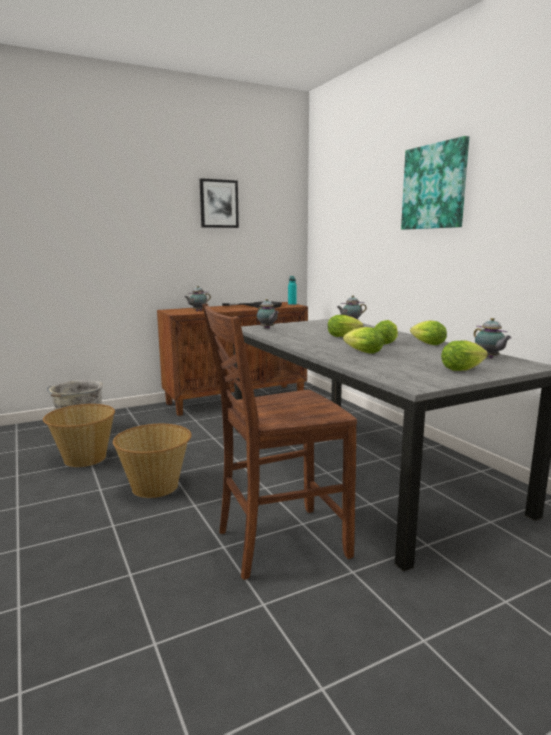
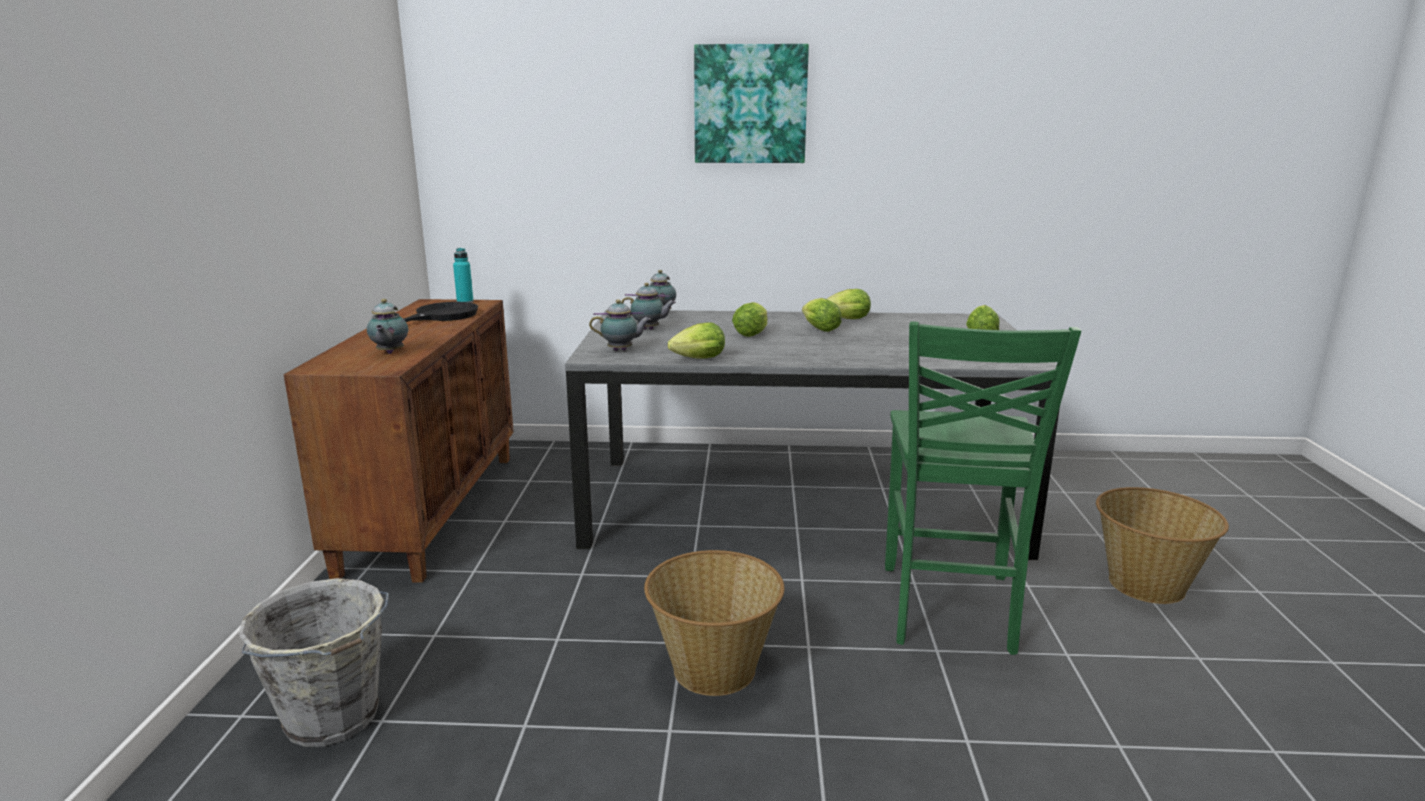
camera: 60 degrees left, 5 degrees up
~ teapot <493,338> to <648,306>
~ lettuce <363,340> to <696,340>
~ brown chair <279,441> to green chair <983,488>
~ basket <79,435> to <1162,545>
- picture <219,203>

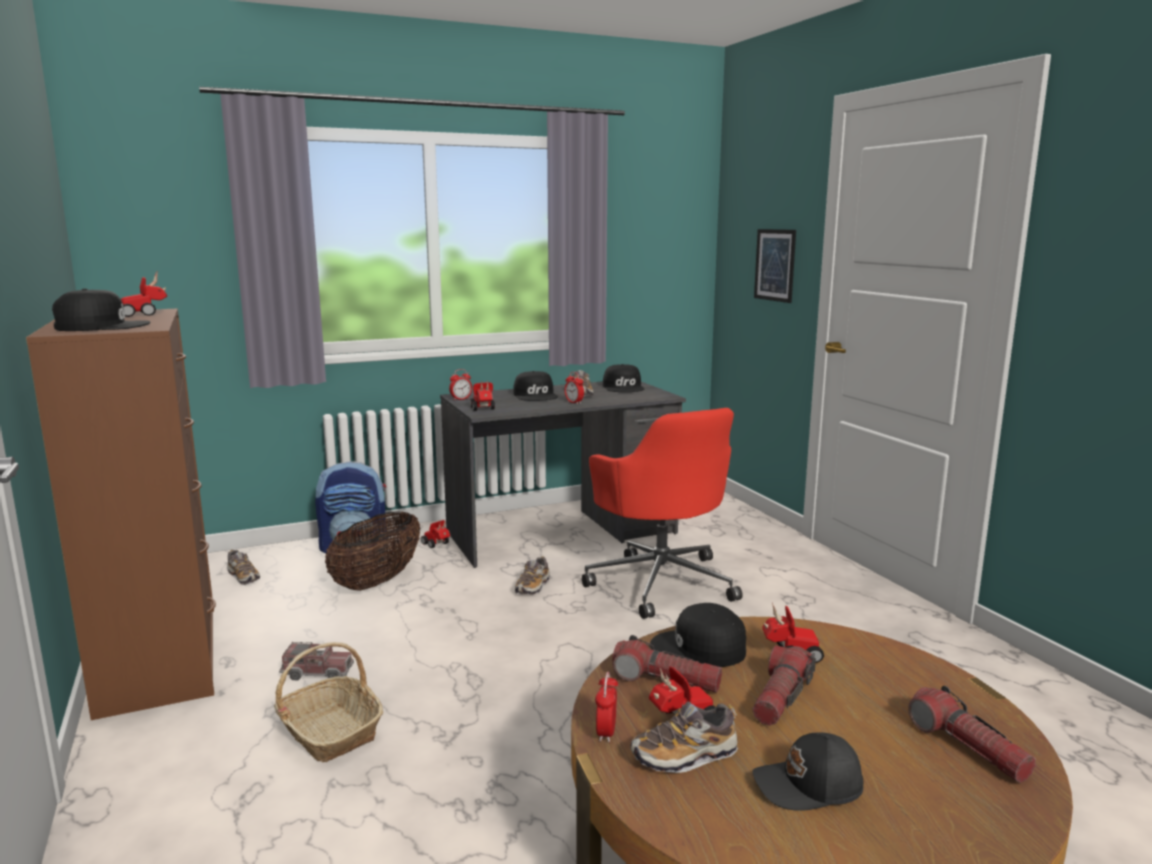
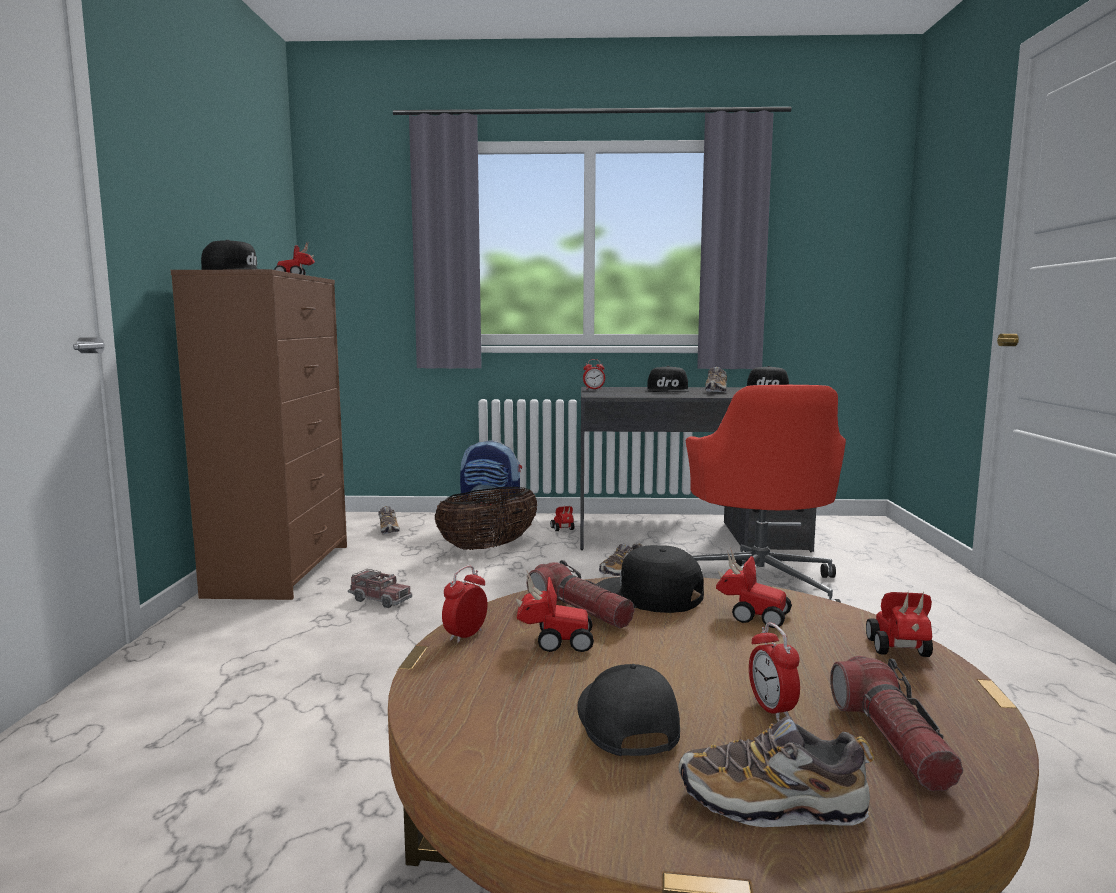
camera: 25 degrees right, 5 degrees down
~ black cap <808,771> = <628,710> 60 degrees clockwise
~ shoe <684,737> to <776,771>
~ alarm clock <574,388> to <774,672>
~ toy car <482,396> to <899,624>
- basket <328,702>
- flashlight <784,685>
- picture <775,266>

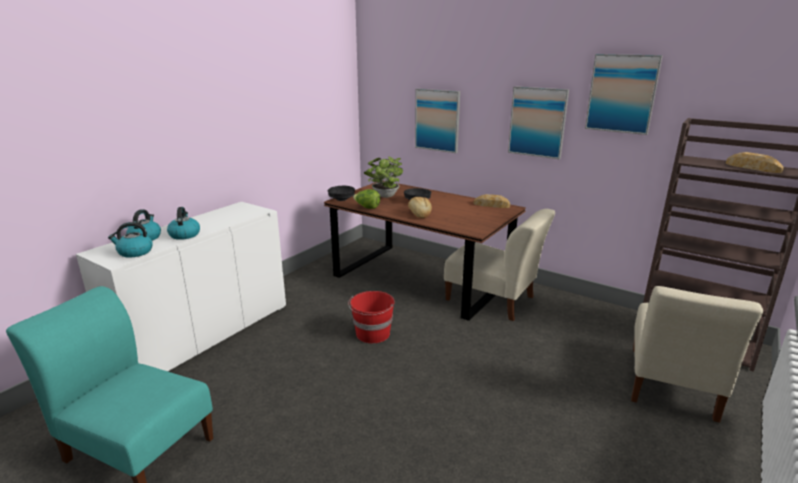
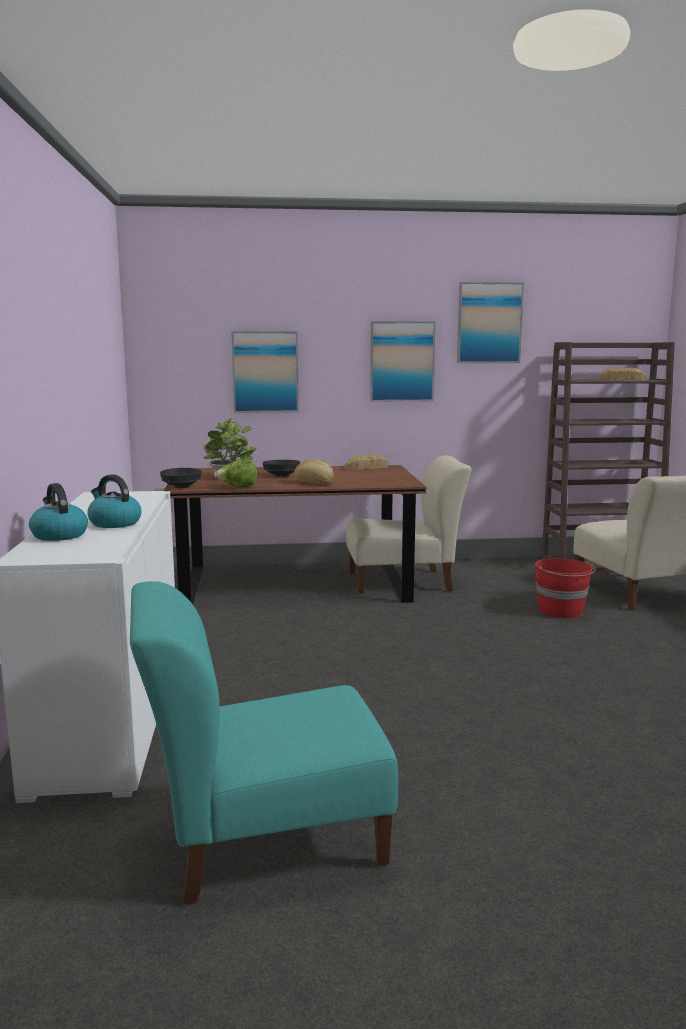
camera: 40 degrees left, 10 degrees down
~ red bucket <371,317> to <565,588>
- kettle <130,240>

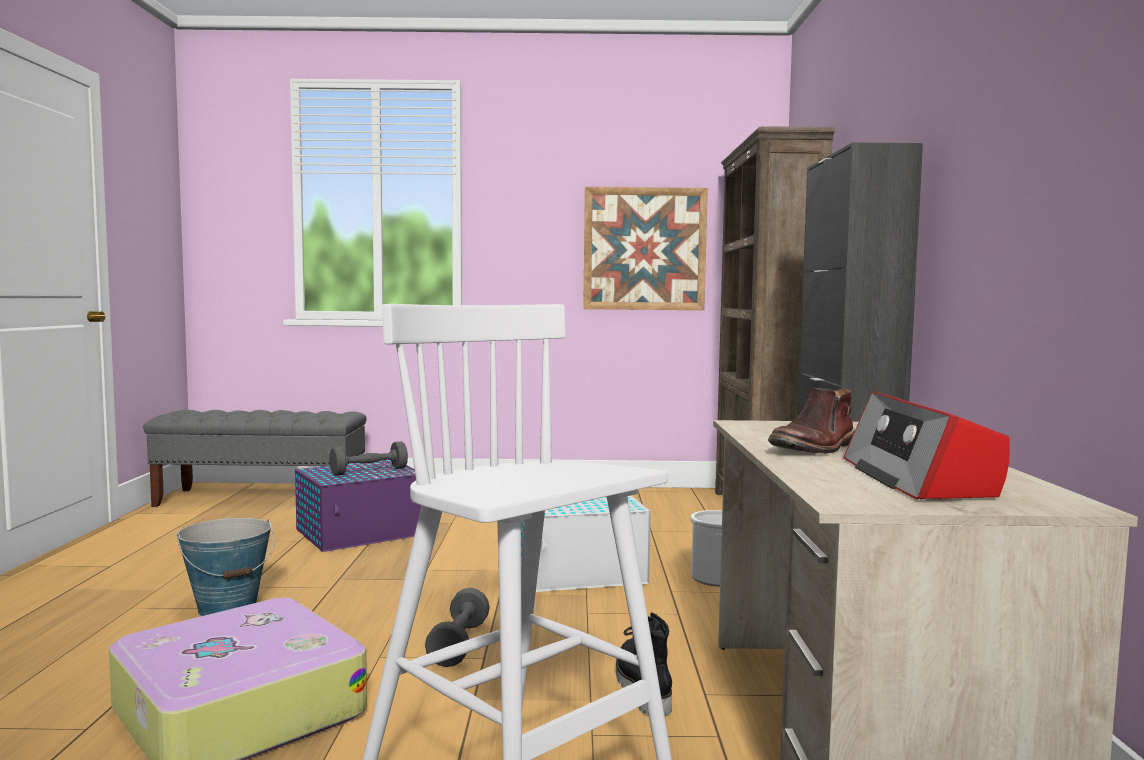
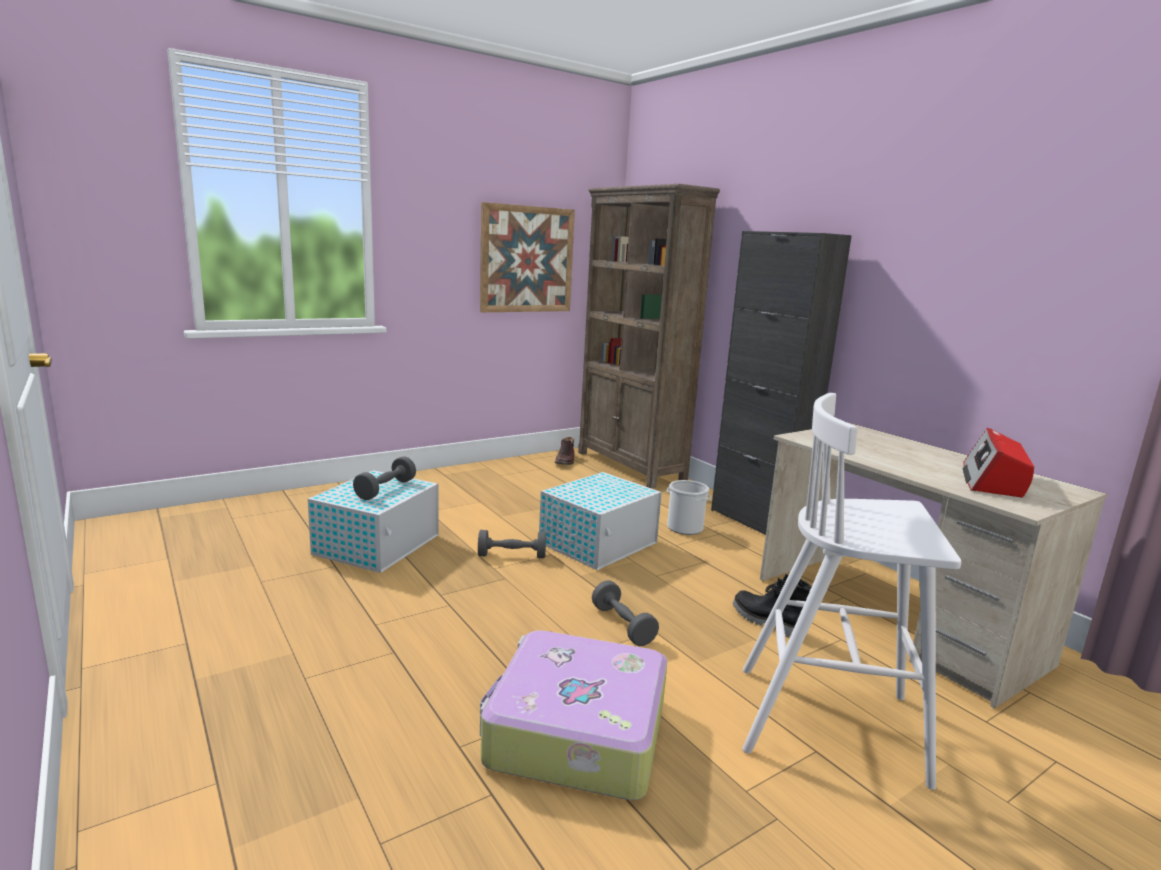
camera: 35 degrees left, 10 degrees up
~ purple storage box <358,505> to white storage box <373,521>
+ grey dumbbell <512,544>
~ brown boot <811,421> to <565,451>
~ radio <927,445> = <998,463> 60 degrees clockwise
- grey bench <254,458>
- bucket <226,567>

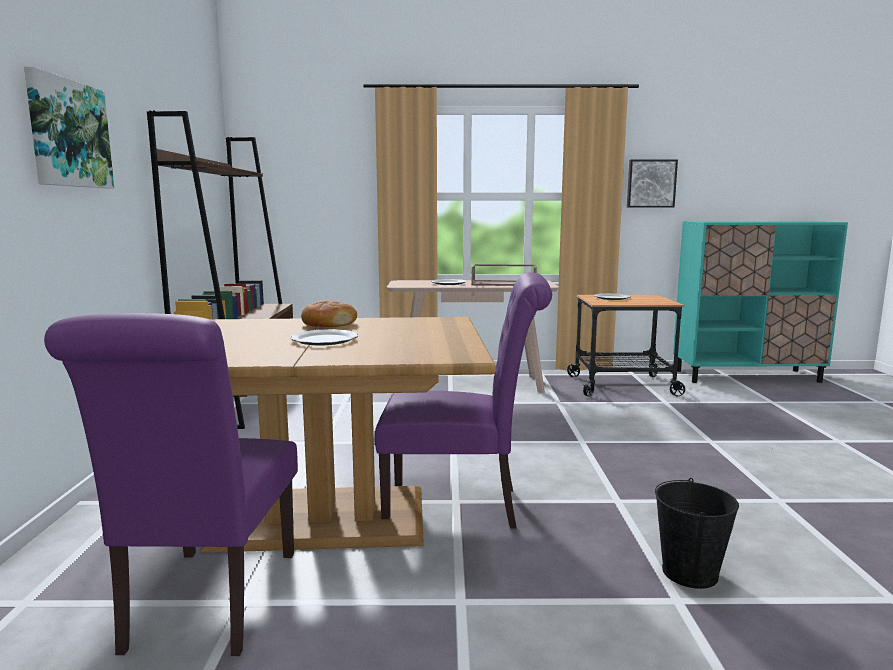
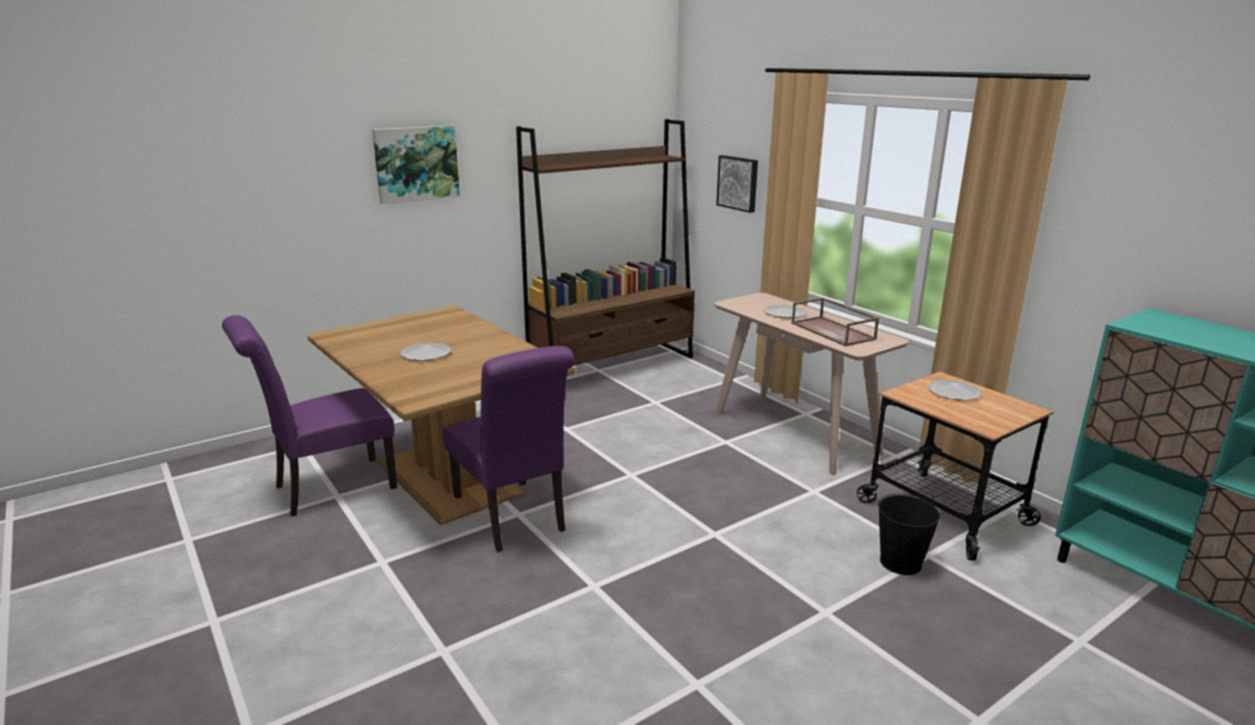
camera: 55 degrees right, 10 degrees up
~ picture <652,183> to <737,184>
~ black bucket <697,533> to <909,534>
- bread <329,313>

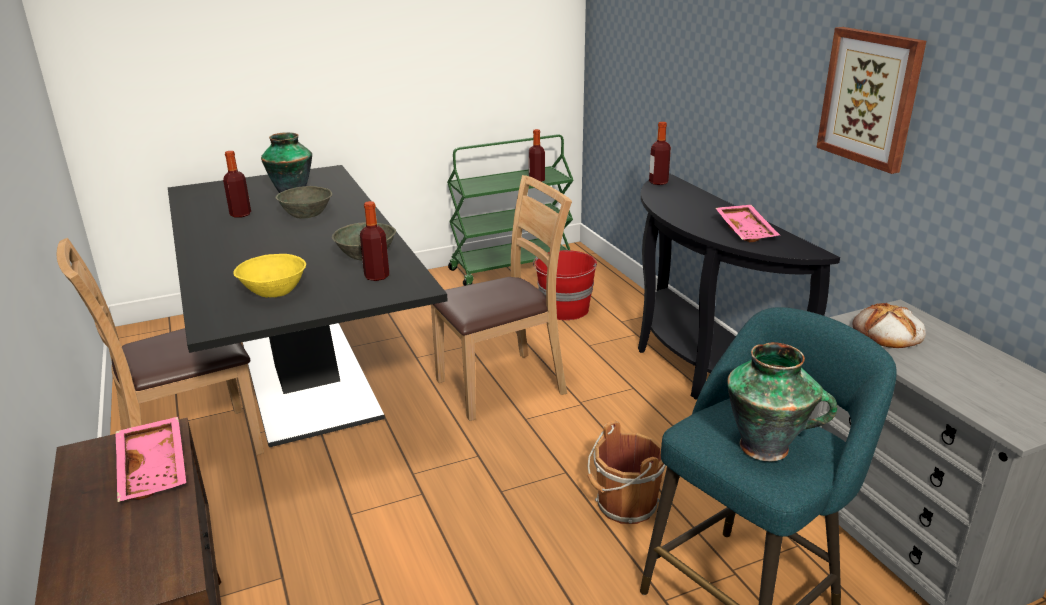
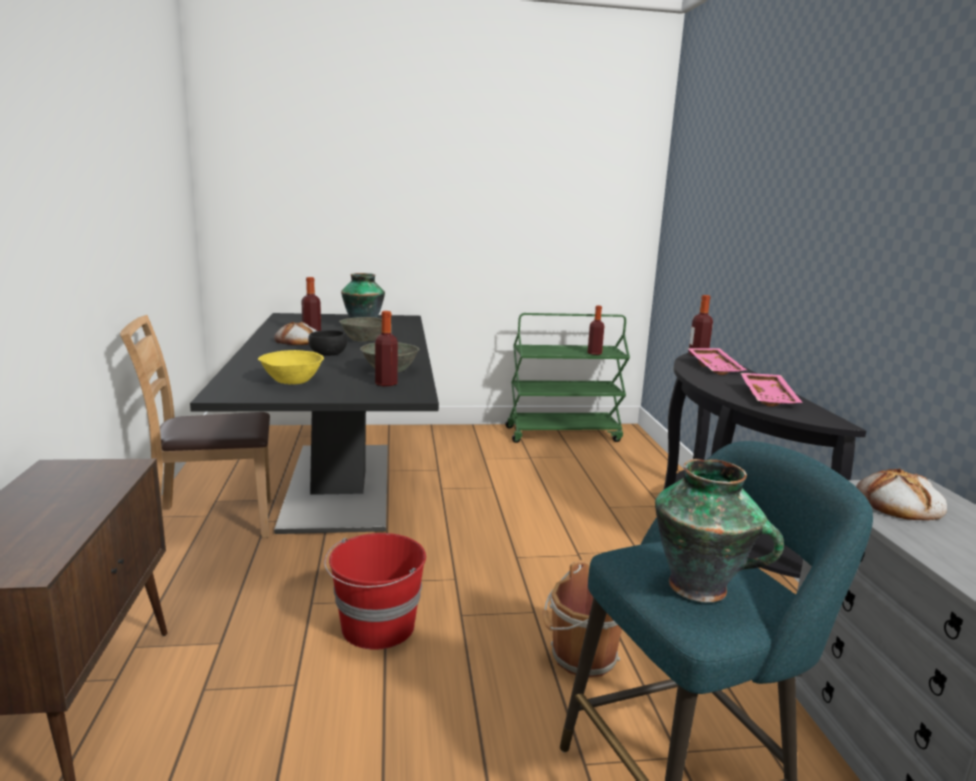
camera: 15 degrees right, 10 degrees down
+ bread <295,333>
+ black bowl <327,343>
~ red bucket <565,285> to <375,591>
~ pink tray <150,459> to <717,361>
- brown chair <501,298>
- picture <871,100>

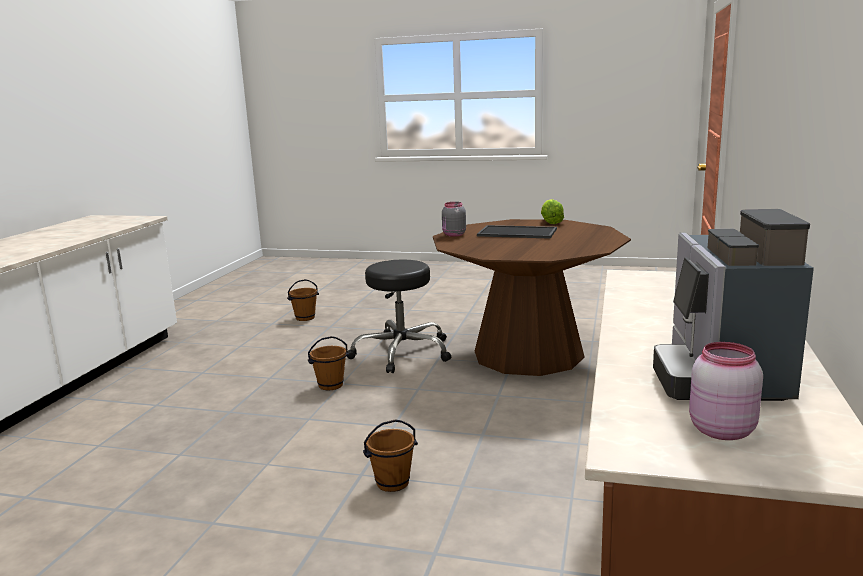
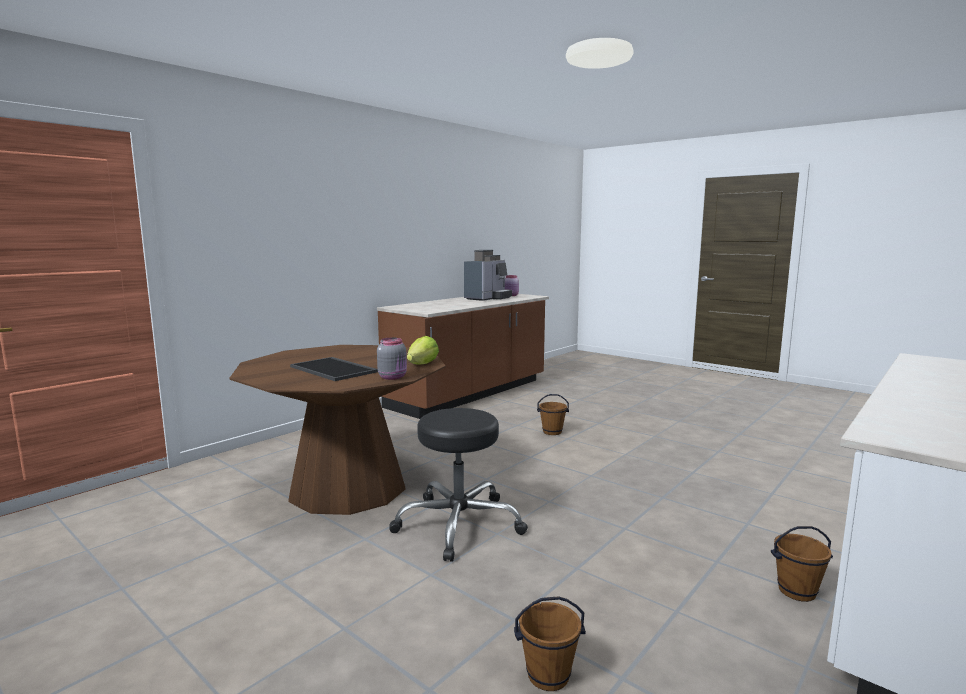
camera: 155 degrees left, 5 degrees down
~ lettuce <552,211> to <423,350>
~ brown bucket <328,363> to <802,564>

